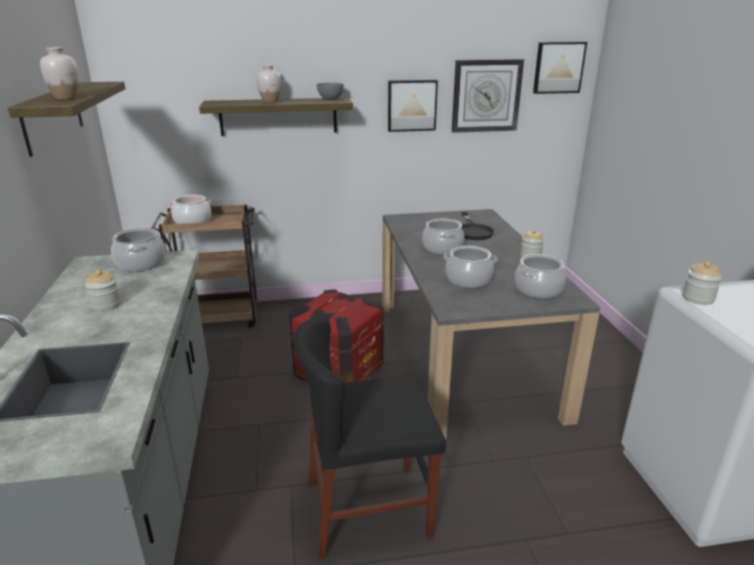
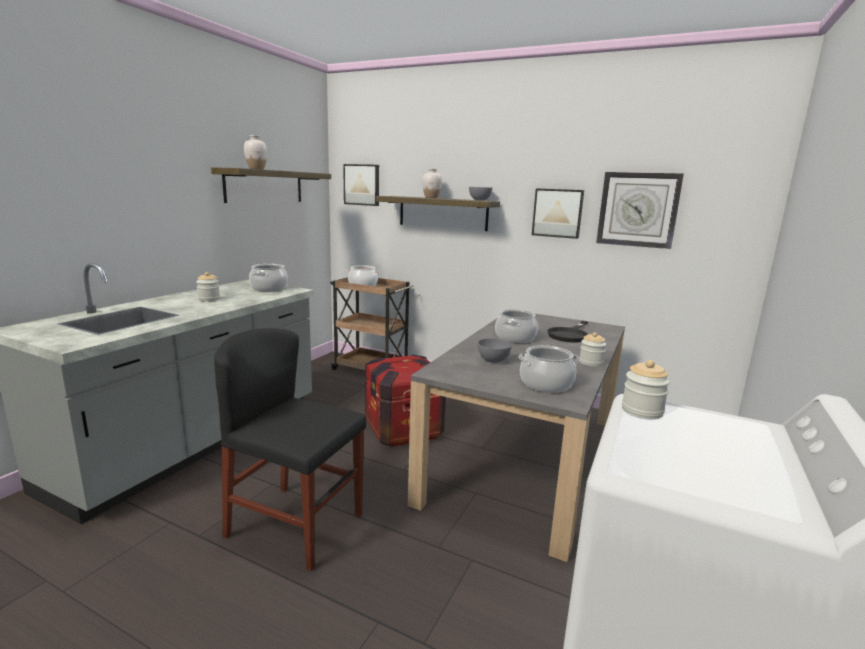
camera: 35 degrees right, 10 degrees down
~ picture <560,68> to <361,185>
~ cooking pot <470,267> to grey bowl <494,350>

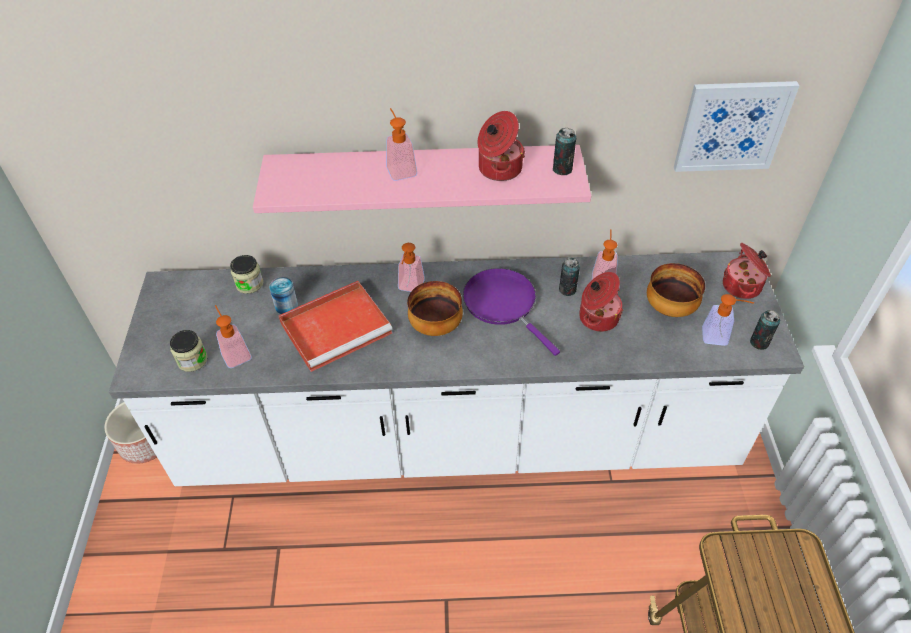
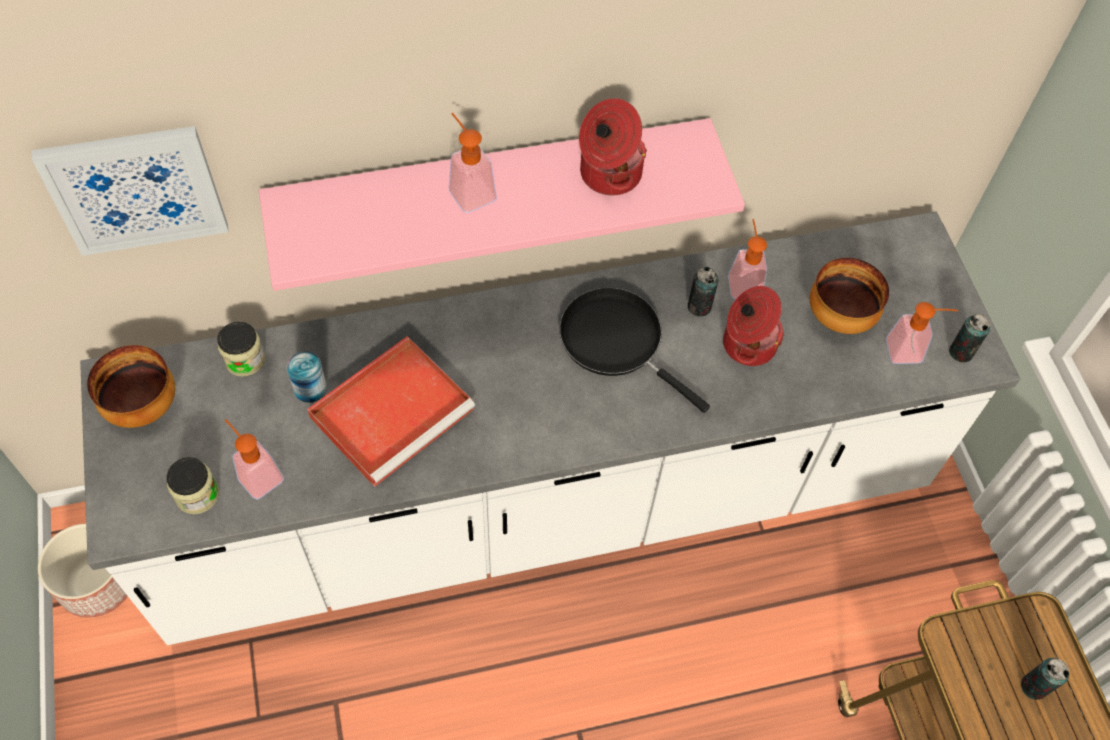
camera: 15 degrees left, 10 degrees up
~ picture <736,126> to <130,191>
~ bowl <435,308> to <131,386>
~ purple frying pan <511,312> to black frying pan <634,350>
~ can <564,151> to <1045,679>
- soap dispenser <411,267>
- cooking pot <747,271>

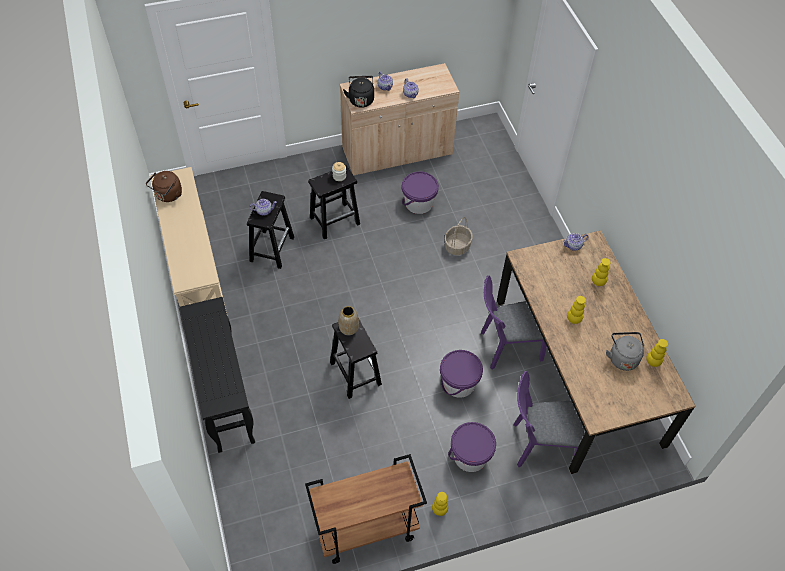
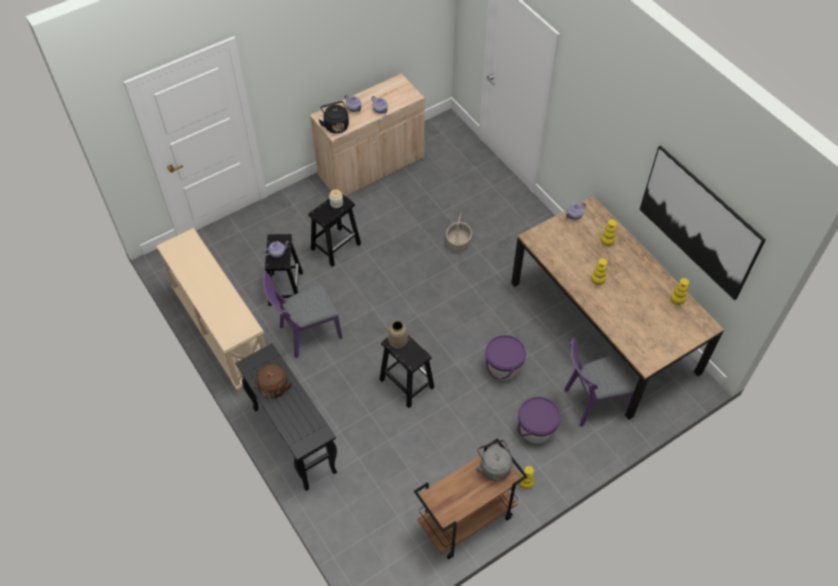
camera: 15 degrees left, 0 degrees up
~ brown kettle <164,186> to <272,381>
~ purple chair <514,322> to <302,315>
~ grey kettle <625,351> to <494,460>
+ picture <703,222>
- purple bucket <420,192>

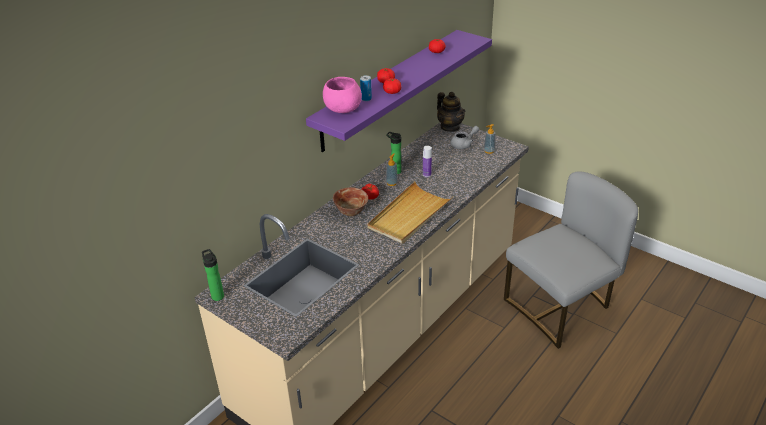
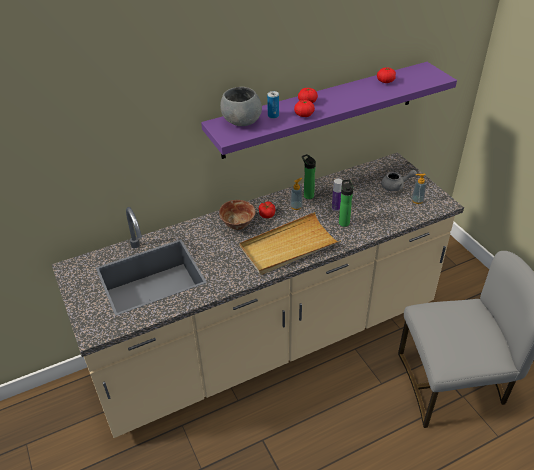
camera: 25 degrees right, 5 degrees up
~ pink bowl <342,95> to grey bowl <241,106>
~ bottle <213,275> to <346,203>
- teapot <451,112>

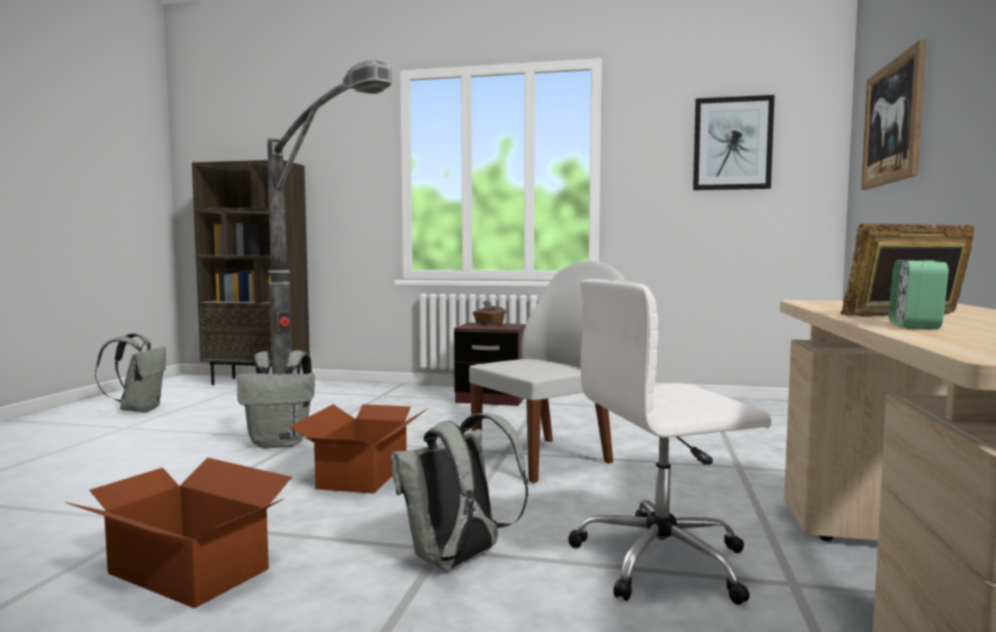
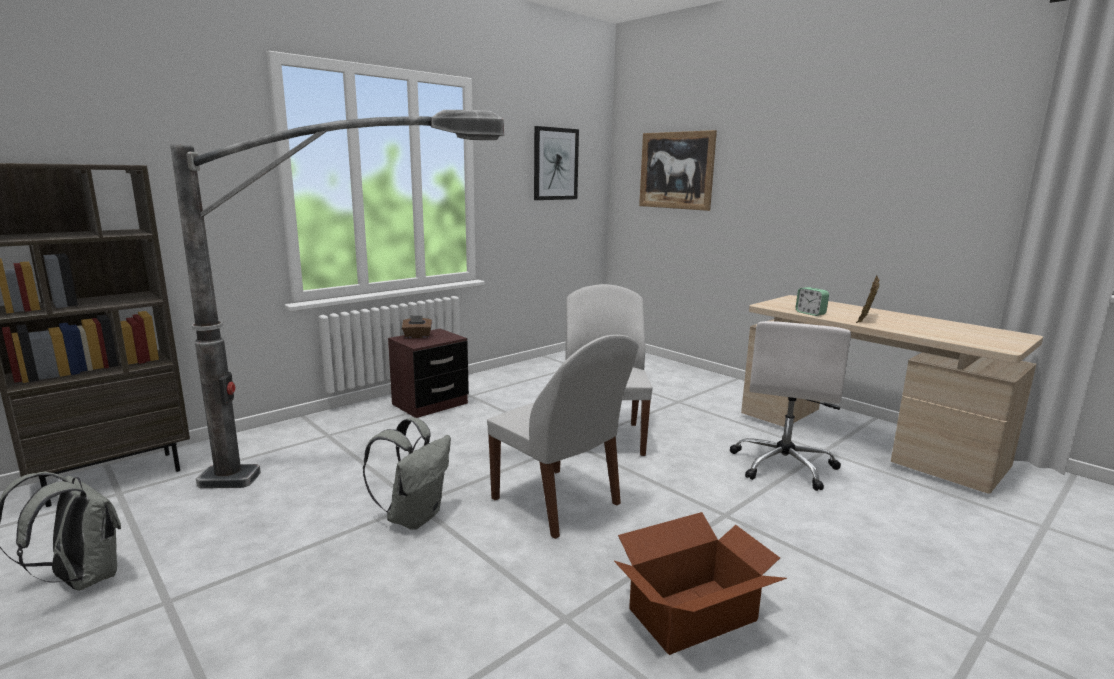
camera: 55 degrees left, 10 degrees up
~ cardboard box <359,449> to white chair <562,437>
~ alarm clock <918,294> to <812,301>
- grey backpack <459,491>

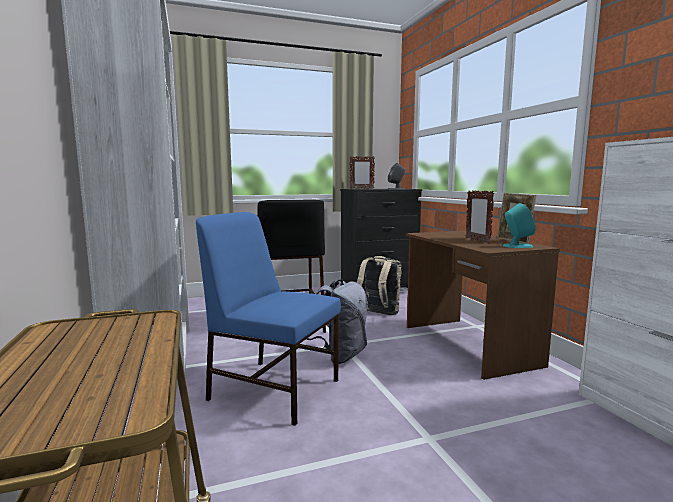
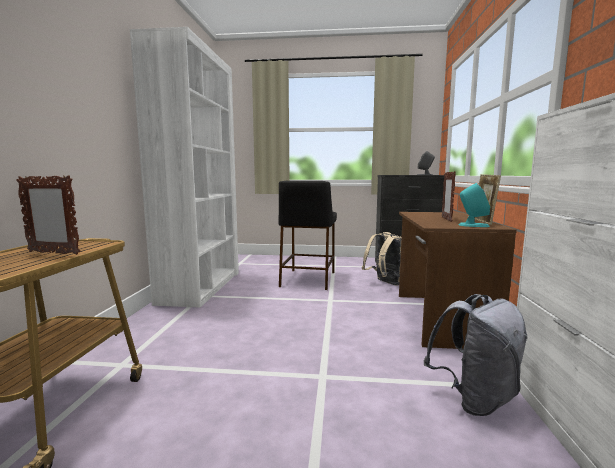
camera: 25 degrees right, 0 degrees up
~ picture frame <362,172> to <48,215>
~ grey backpack <337,321> to <475,355>
- blue chair <268,319>

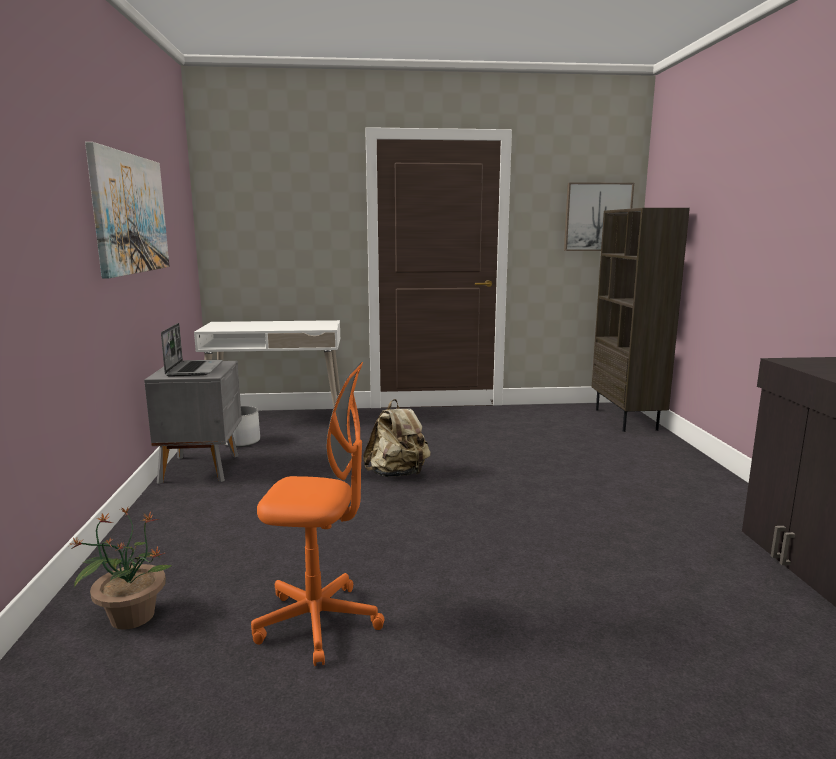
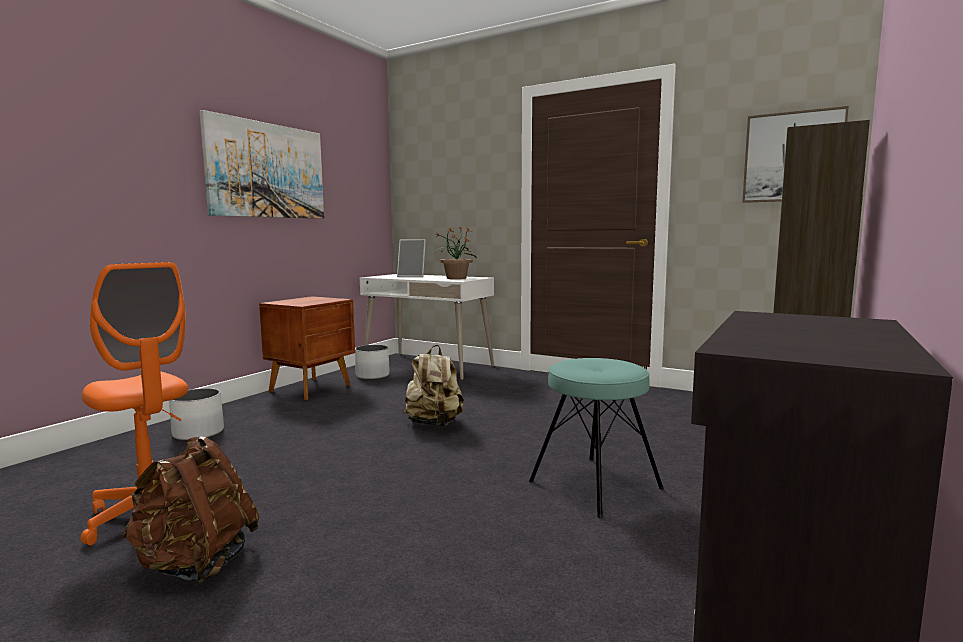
camera: 35 degrees right, 5 degrees down
+ brown backpack <190,509>
+ white planter <196,414>
~ grey nightstand <193,422> to brown nightstand <307,348>
+ picture frame <411,258>
~ potted plant <120,568> to <455,253>
+ turquoise stool <596,438>
- laptop <192,350>

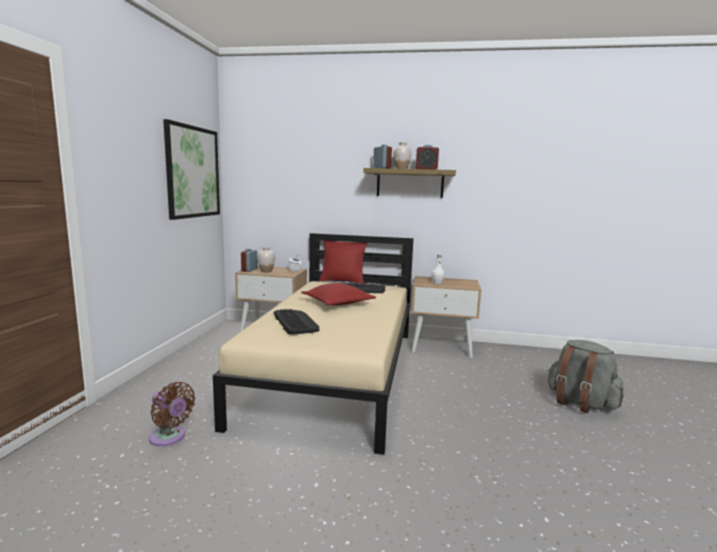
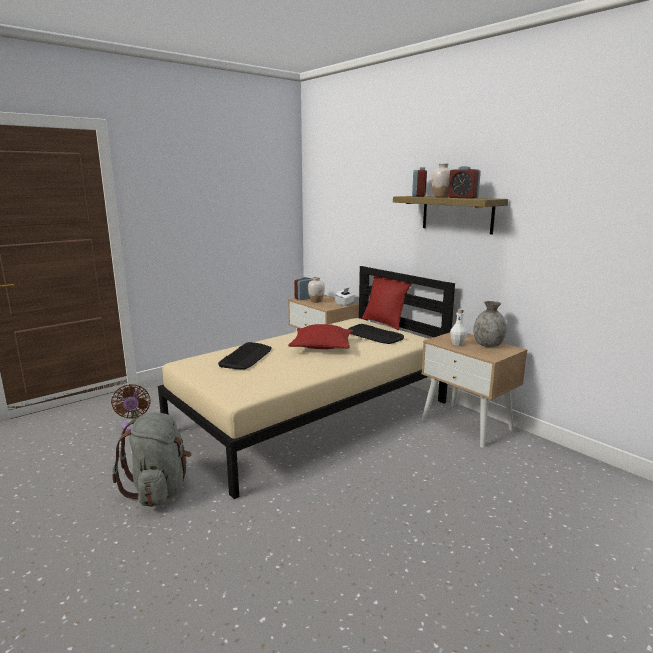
camera: 40 degrees right, 5 degrees up
~ grey backpack <586,376> to <152,459>
+ grey vase <490,324>
- picture <191,169>

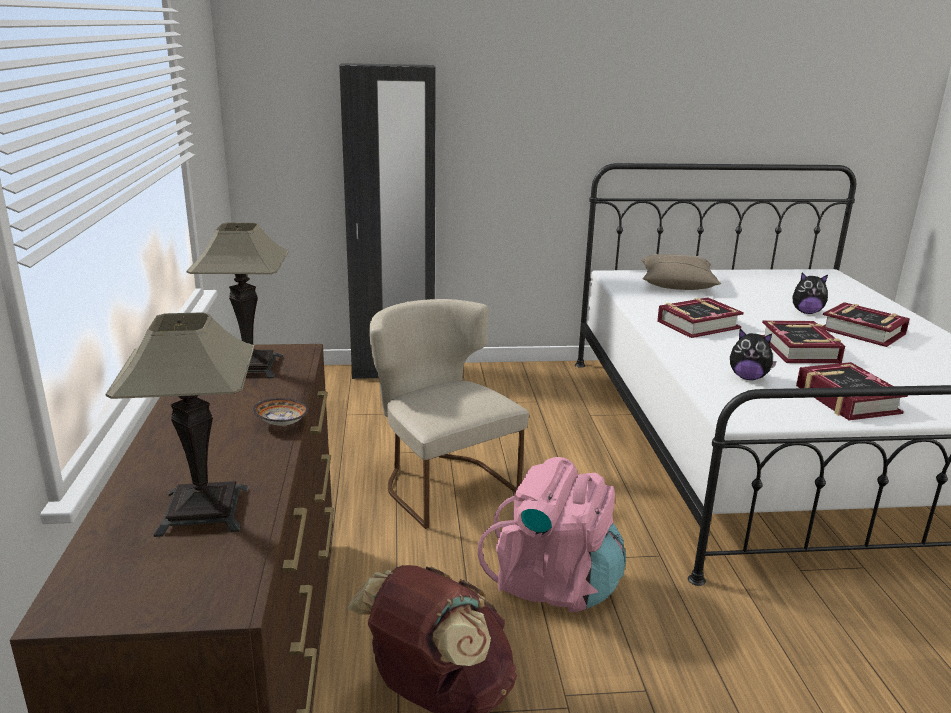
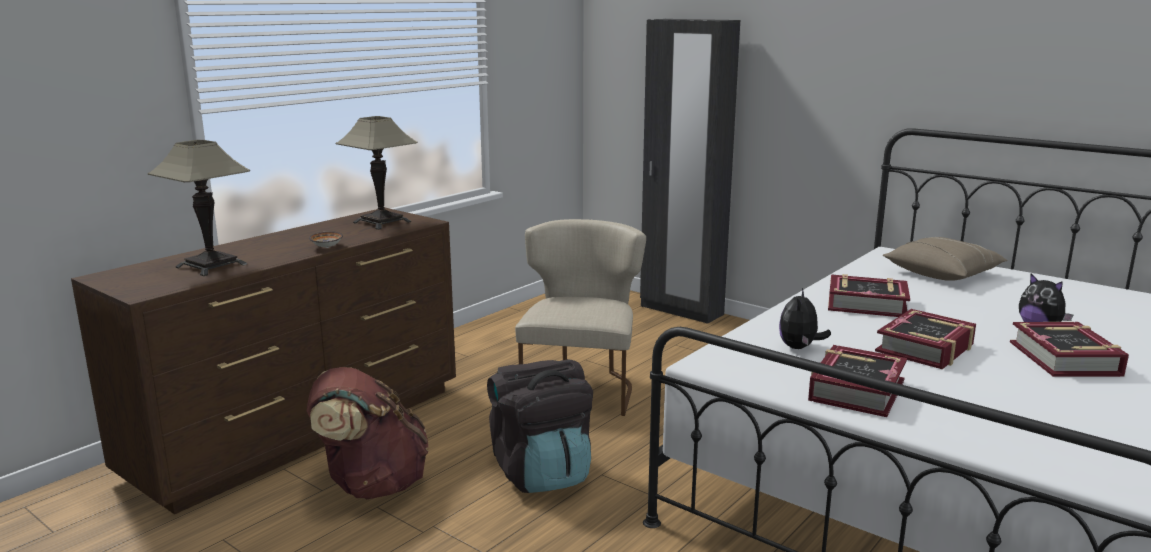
camera: 45 degrees right, 5 degrees down
~ pink backpack <551,534> to black backpack <540,426>
~ plush toy <753,354> = <805,318> 45 degrees clockwise

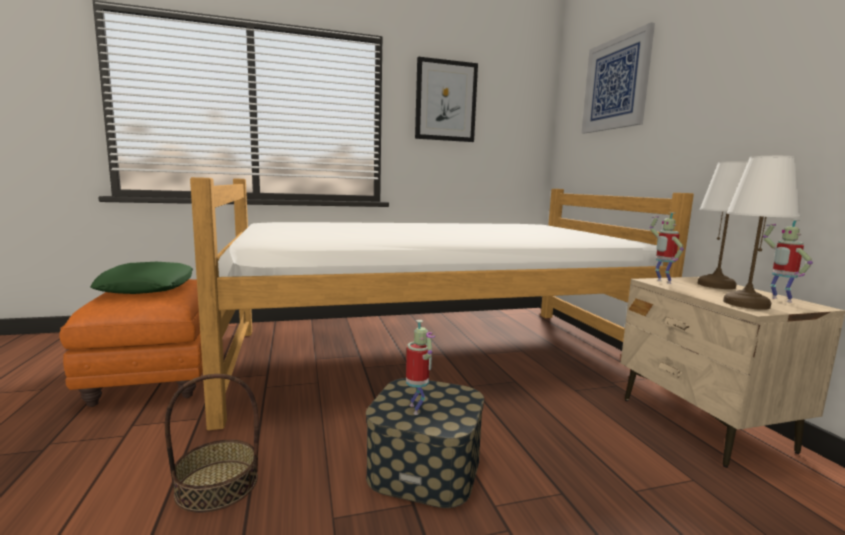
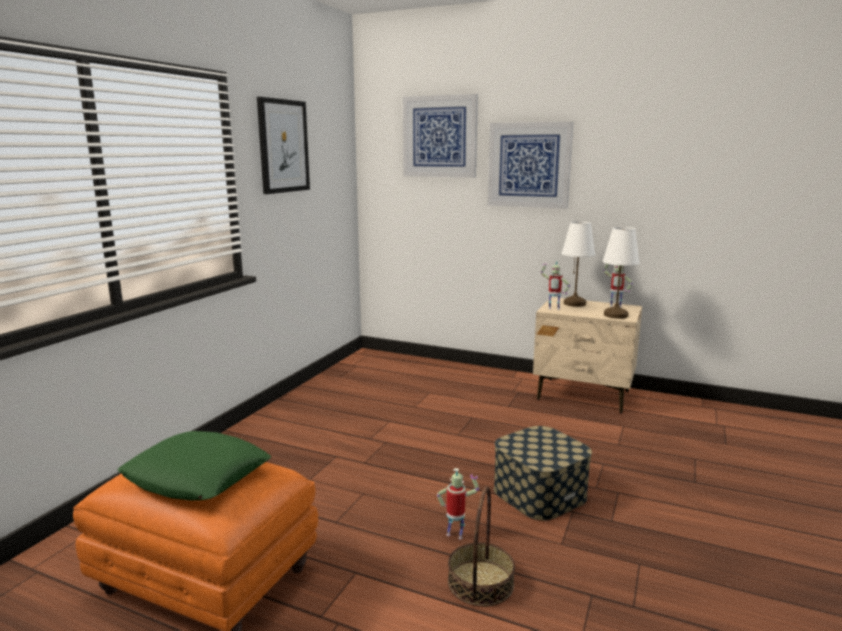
camera: 50 degrees left, 5 degrees up
~ toy robot <420,367> to <458,504>
+ picture <530,165>
- bed <442,304>

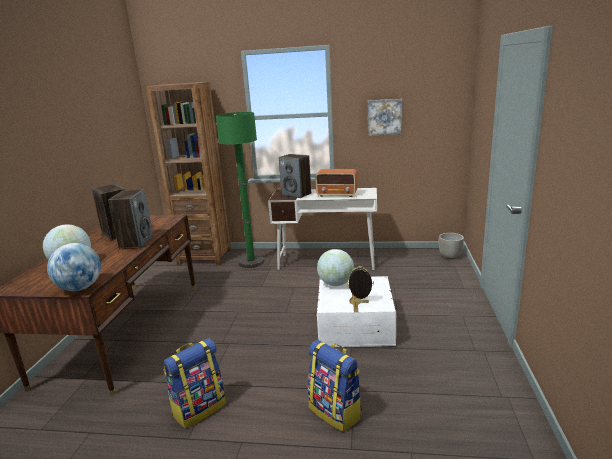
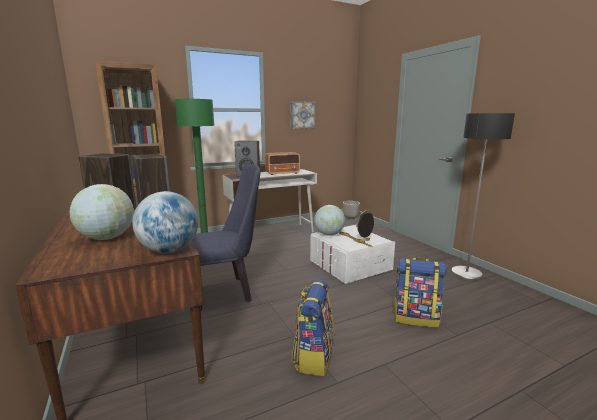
camera: 35 degrees left, 5 degrees down
+ blue chair <226,237>
+ floor lamp <483,197>

